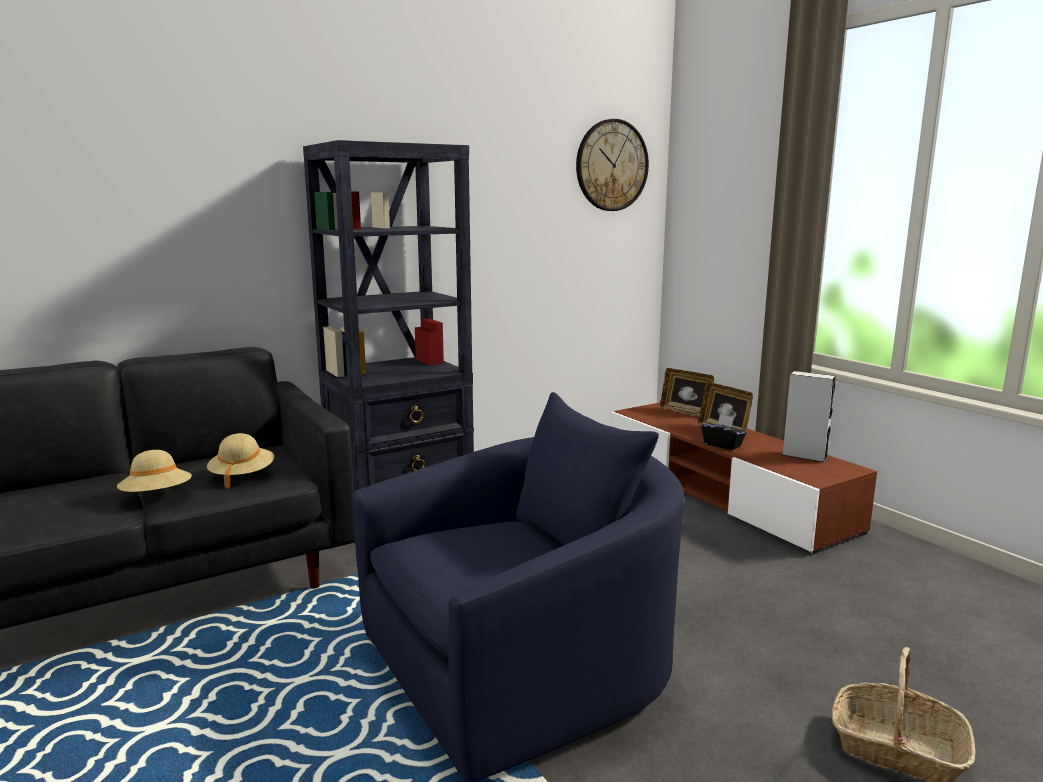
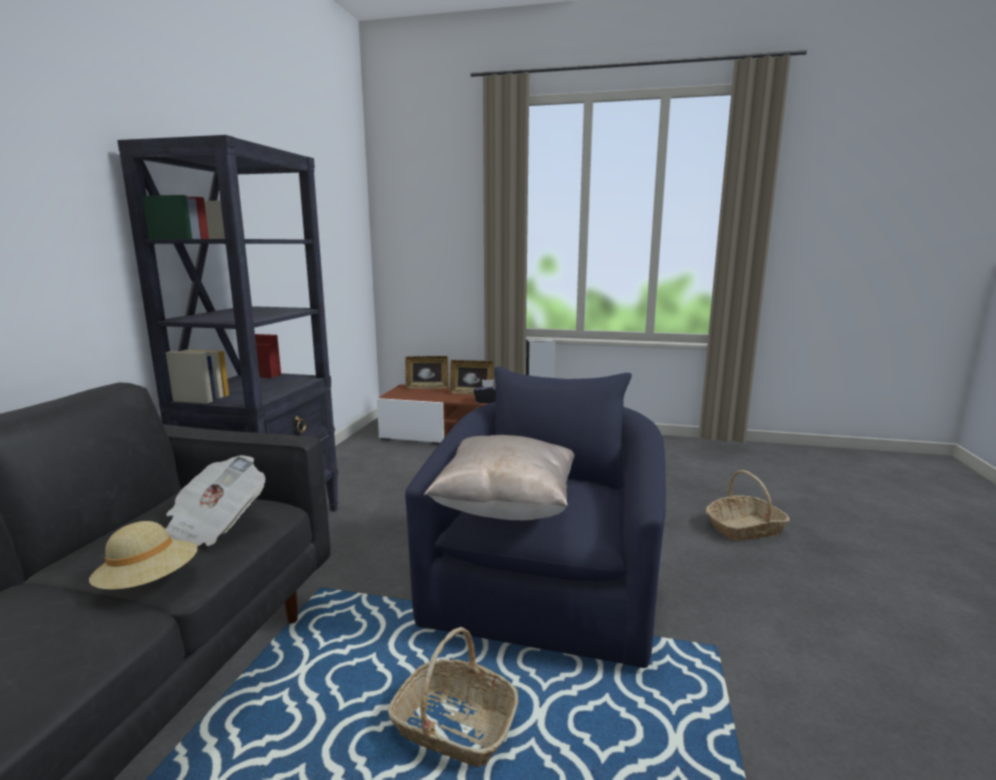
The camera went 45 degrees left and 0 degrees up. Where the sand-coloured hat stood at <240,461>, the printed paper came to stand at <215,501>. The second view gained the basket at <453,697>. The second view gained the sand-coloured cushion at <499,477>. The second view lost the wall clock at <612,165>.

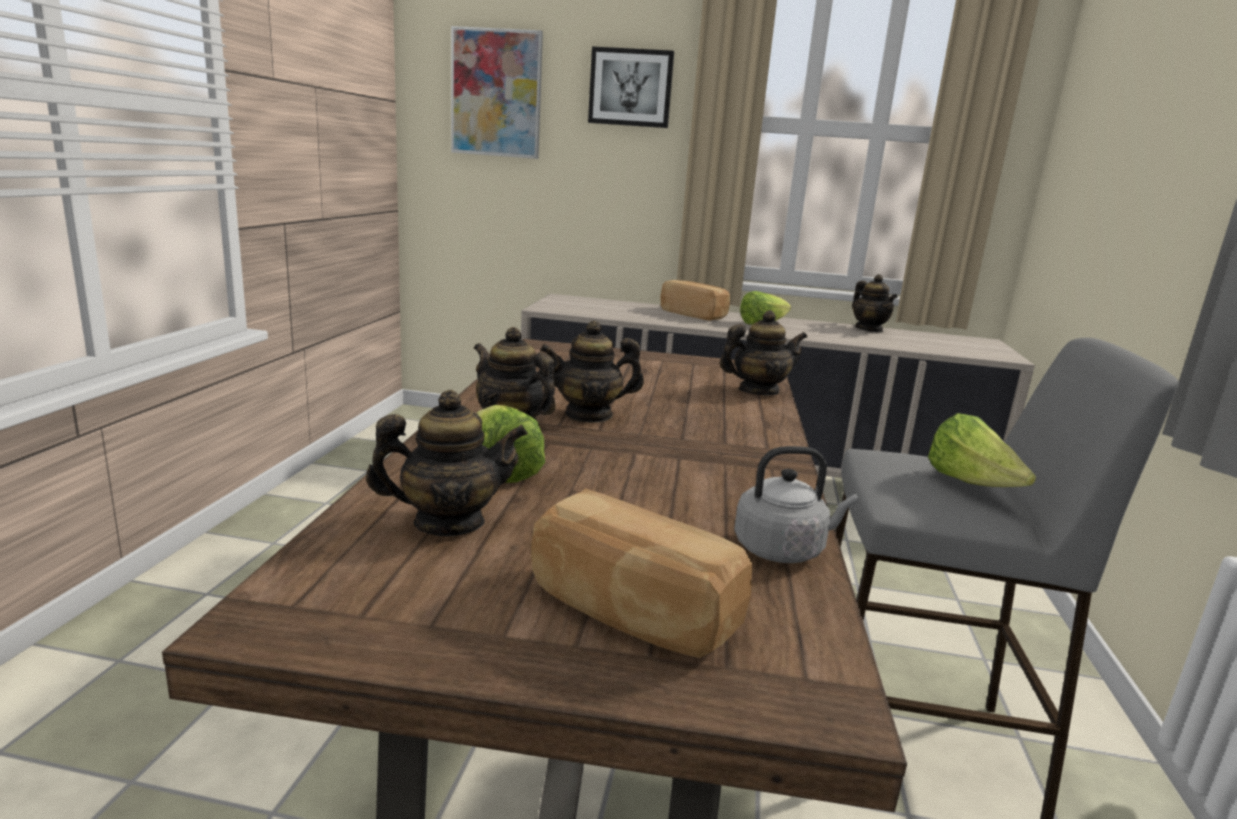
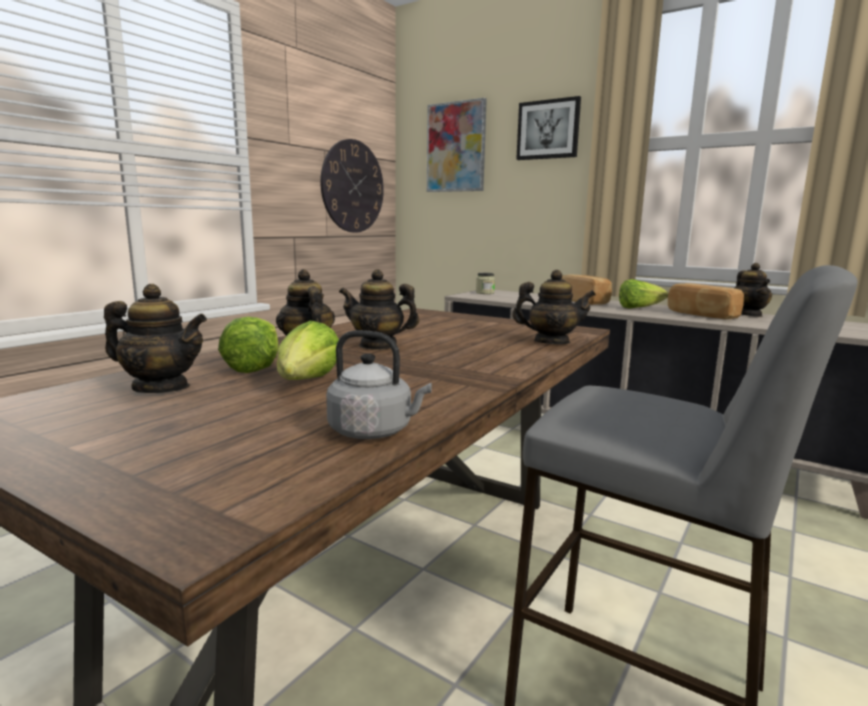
The camera went 25 degrees right and 5 degrees down. The lettuce head ended up elsewhere, having gone from <982,450> to <308,350>. The second view gained the wall clock at <352,186>. The second view gained the storage jar at <485,283>. The baked bread ended up elsewhere, having gone from <641,573> to <706,301>.

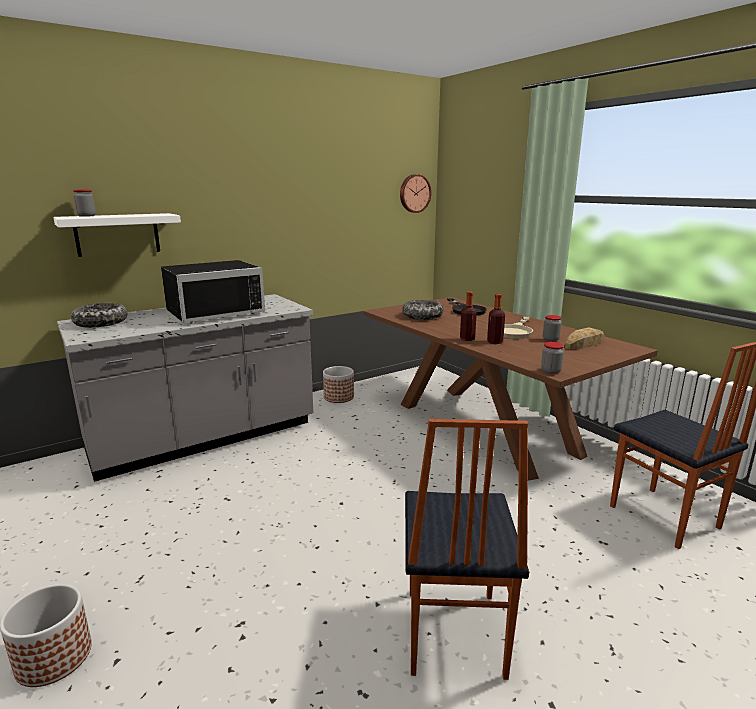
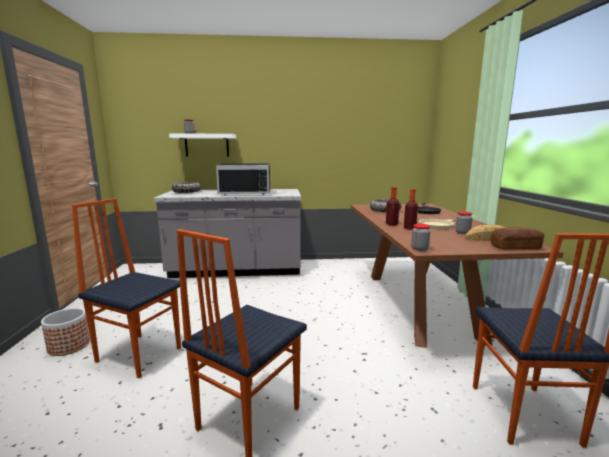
The camera went 30 degrees right and 5 degrees down. The second view gained the chair at <126,288>. The second view gained the baked bread at <517,238>. The second view lost the flower pot at <338,384>. The second view lost the wall clock at <416,193>.

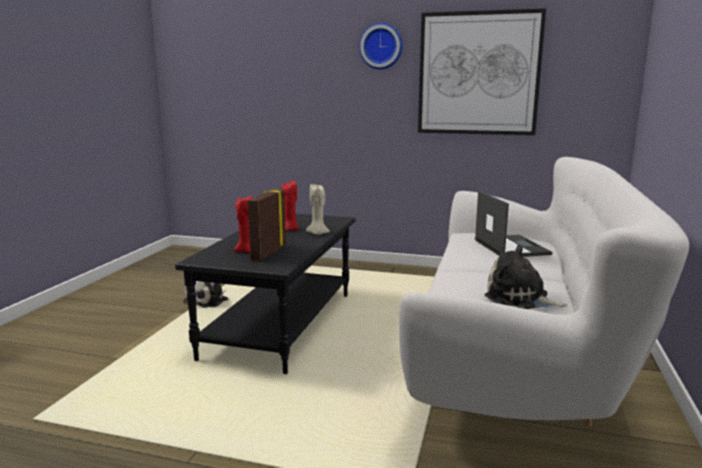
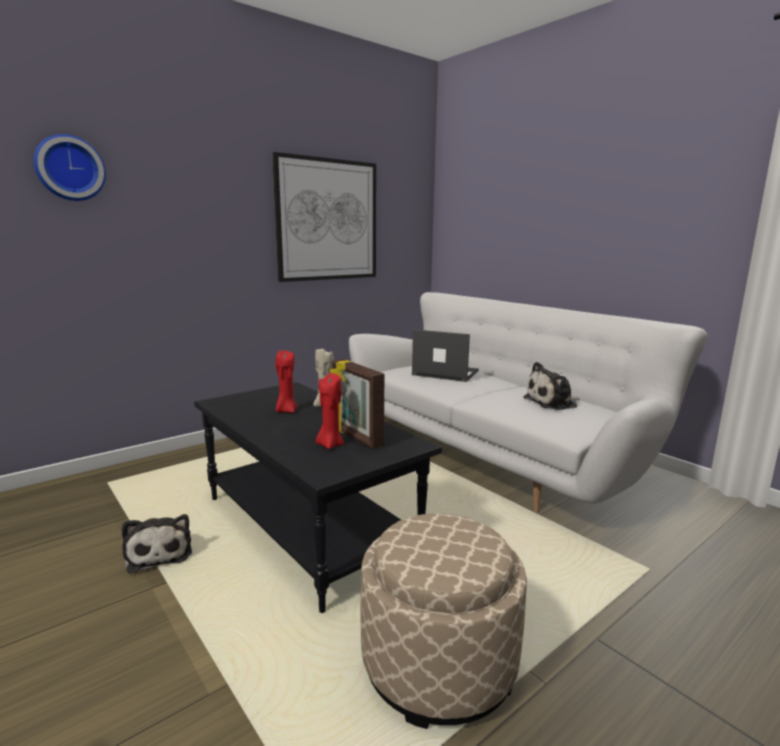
The camera went 55 degrees left and 0 degrees up. The wall clock ended up elsewhere, having gone from <381,46> to <69,167>. The second view gained the sand-coloured pouffe at <443,621>.

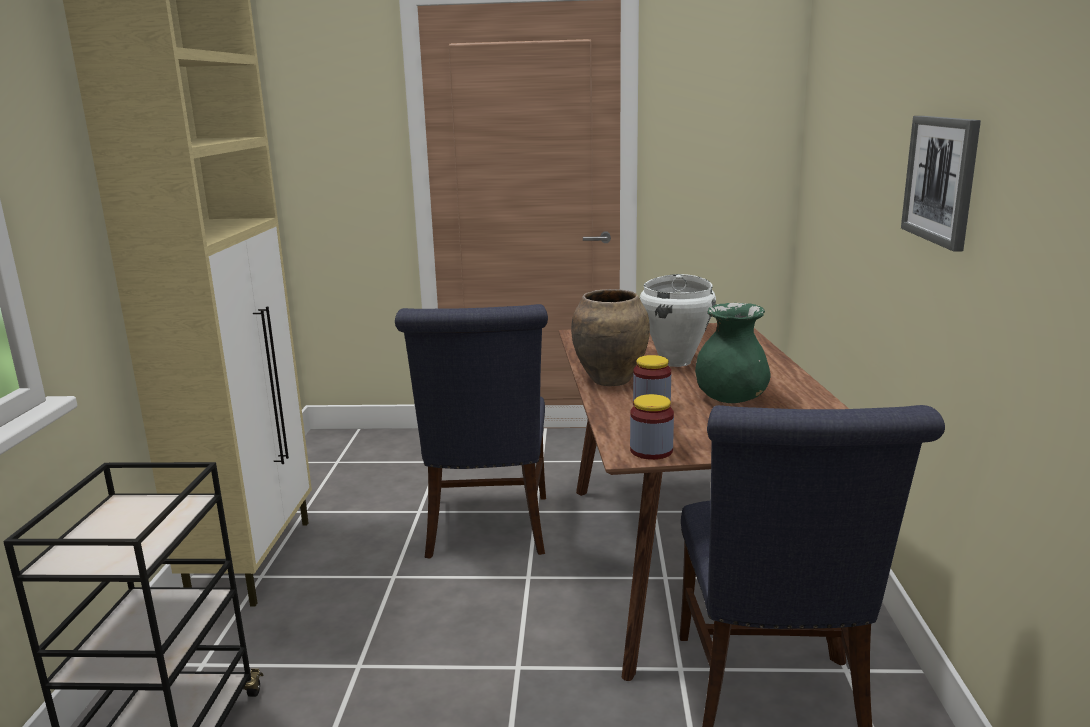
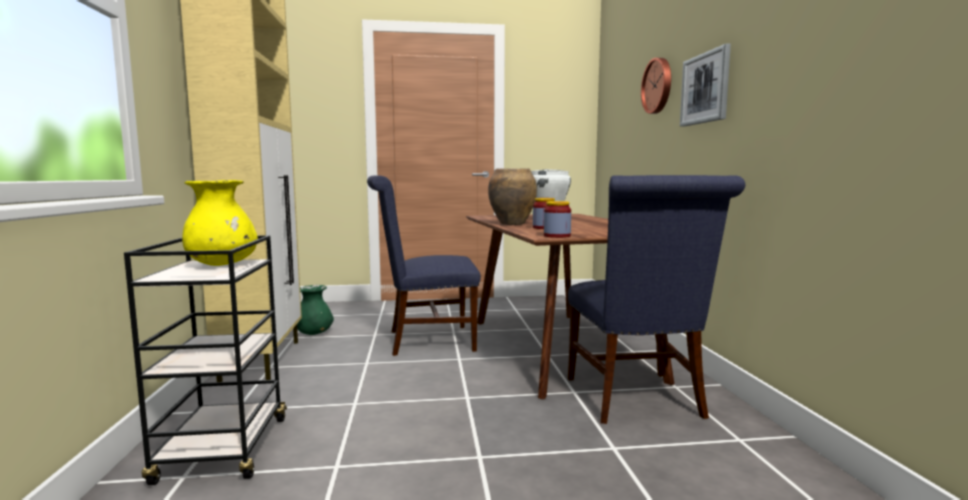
The camera went 10 degrees left and 10 degrees down. The second view gained the yellow flower vase at <220,223>. The green-coloured flower vase ended up elsewhere, having gone from <733,353> to <315,310>. The blue-coloured chair at <471,431> ended up facing another way, 90 degrees clockwise from before. The second view gained the wall clock at <656,86>.

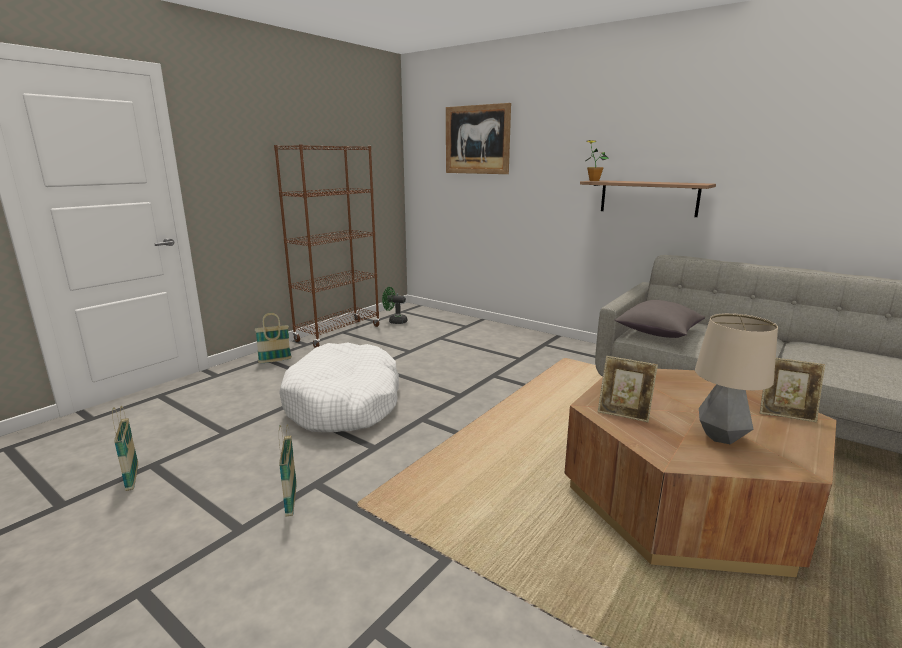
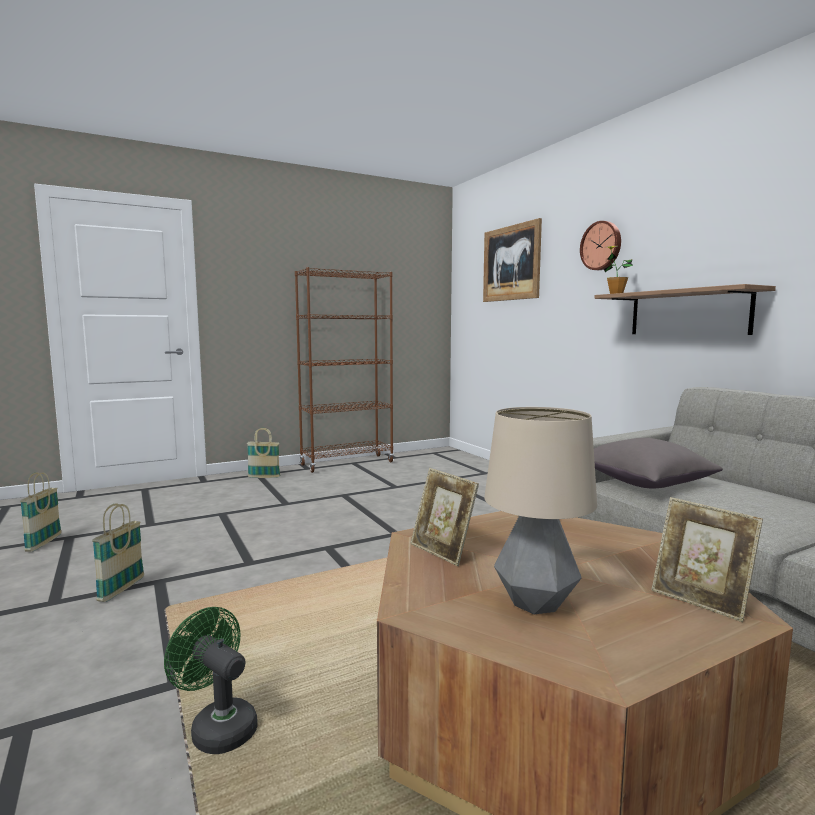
The camera went 25 degrees right and 10 degrees down. The green-coloured electric fan ended up elsewhere, having gone from <394,305> to <211,680>. The second view gained the wall clock at <600,245>. The second view lost the white dog bed at <339,388>.

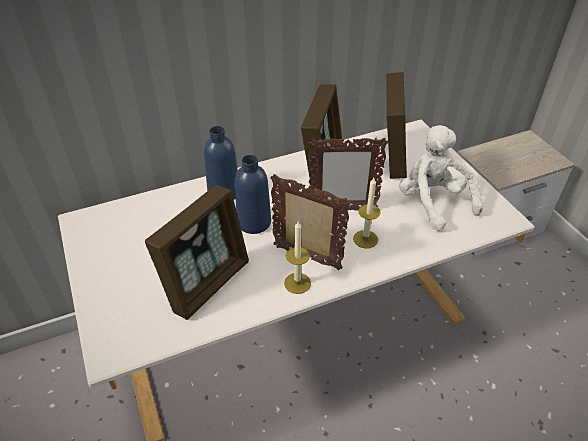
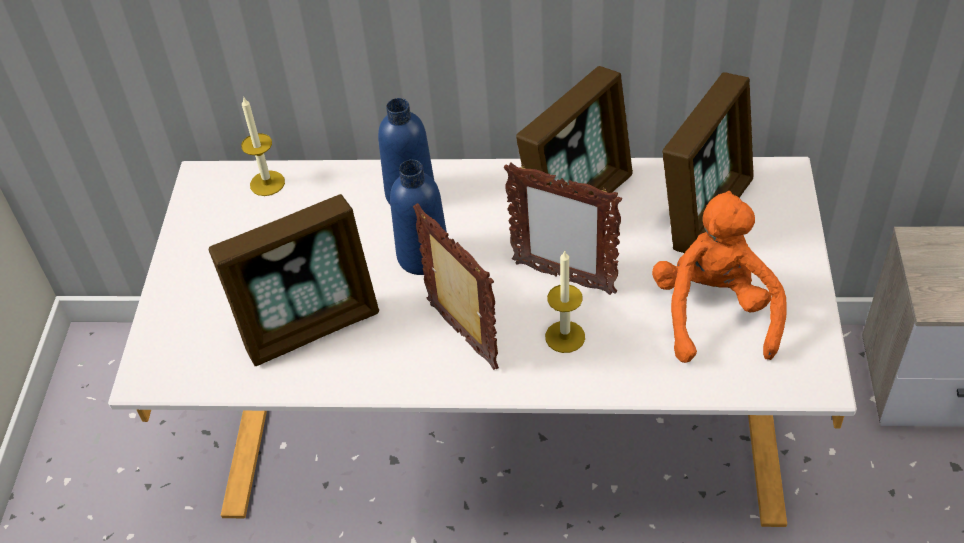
The camera went 30 degrees right and 5 degrees up. The wax candle ended up elsewhere, having gone from <297,257> to <263,146>. What was the white soft toy at <441,178> turned into the orangey soft toy at <719,277>.

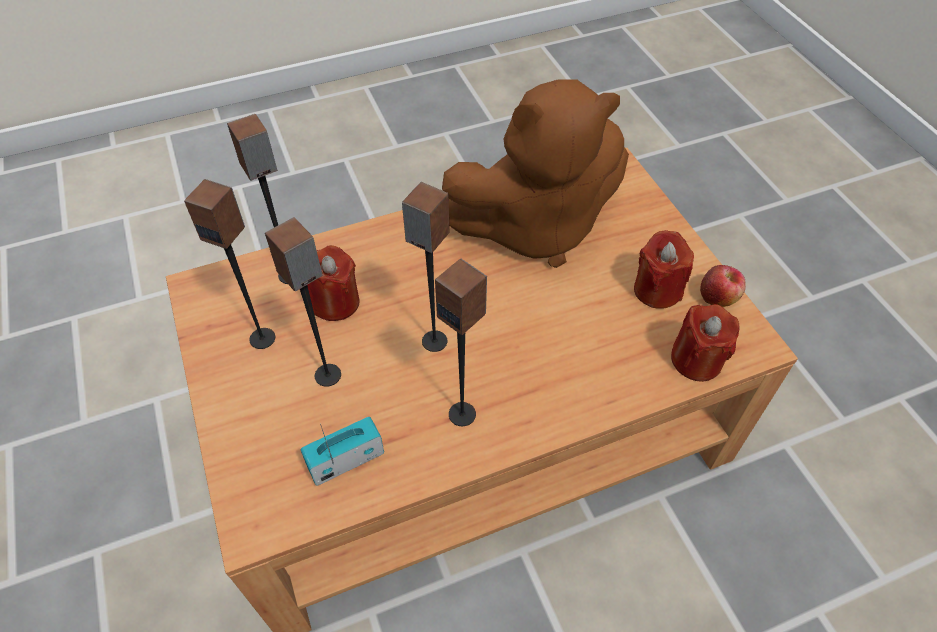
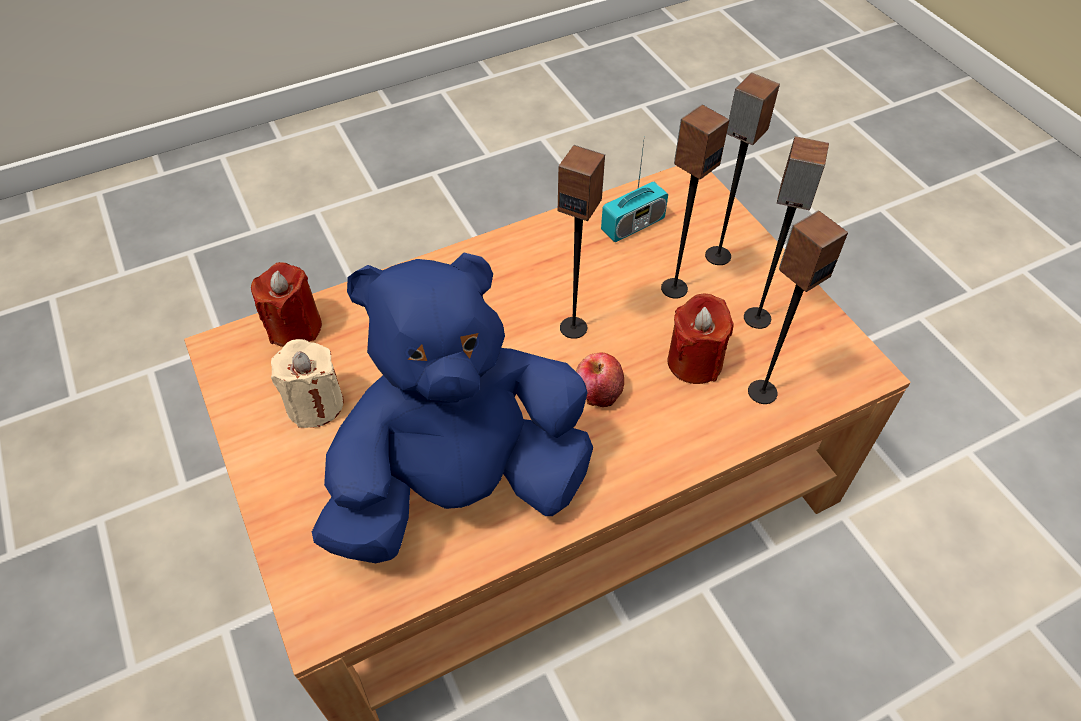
The camera went 175 degrees right and 0 degrees up. What was the red-coloured wax candle at <664,269> turned into the sand-coloured wax candle at <307,383>. What was the brownish soft toy at <535,173> turned into the blue-coloured soft toy at <452,408>. The apple fruit ended up elsewhere, having gone from <723,286> to <600,379>. The audio speaker ended up elsewhere, having gone from <461,342> to <742,169>.

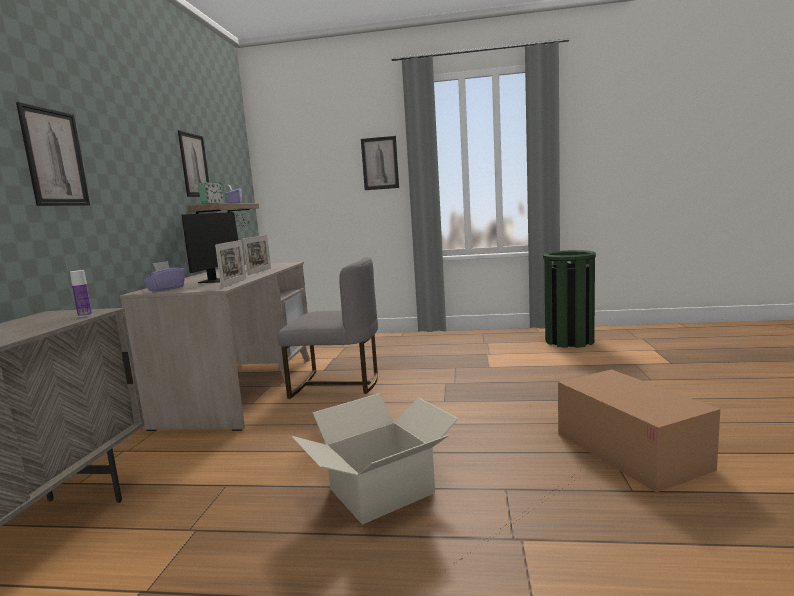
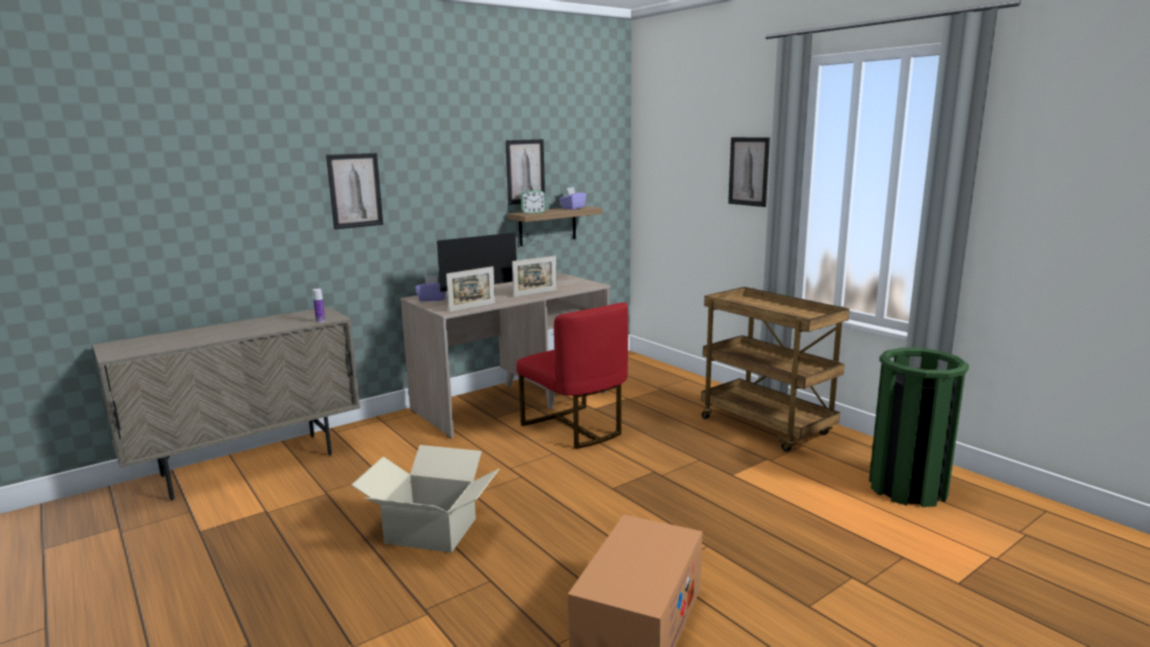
The camera went 45 degrees right and 5 degrees up. What was the greyish chair at <328,328> turned into the red-coloured chair at <572,375>. The second view gained the brownish trolley at <775,369>.

